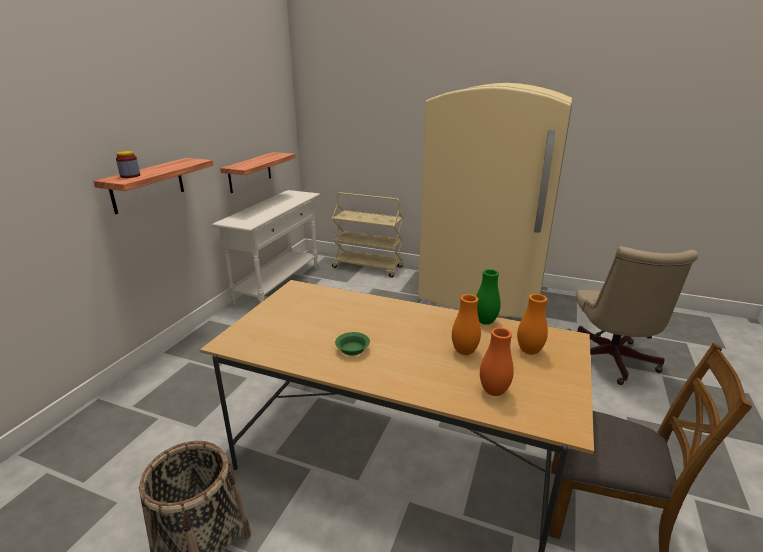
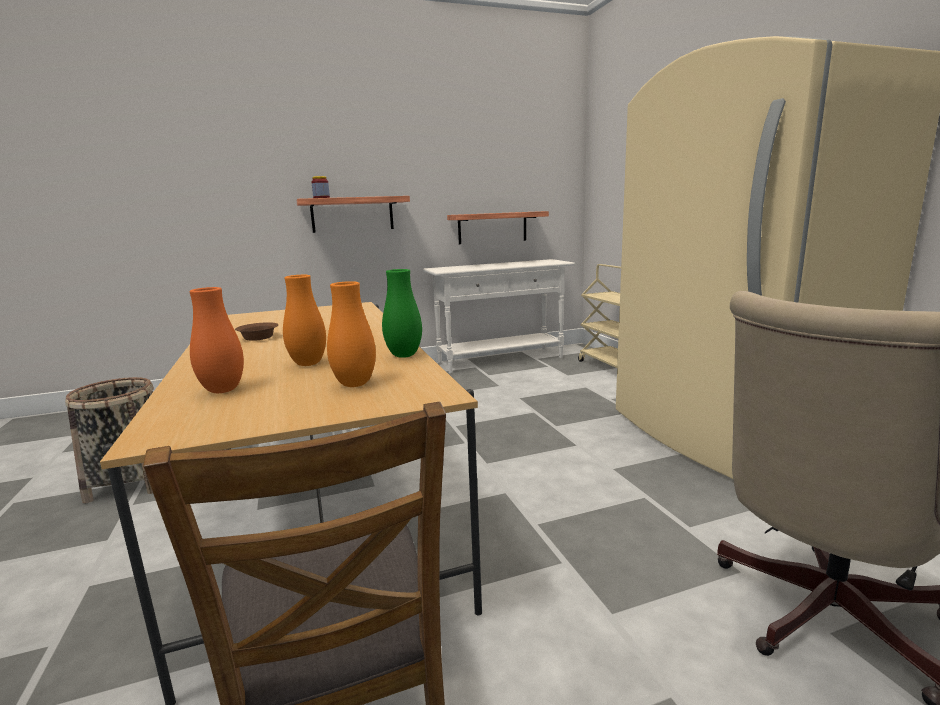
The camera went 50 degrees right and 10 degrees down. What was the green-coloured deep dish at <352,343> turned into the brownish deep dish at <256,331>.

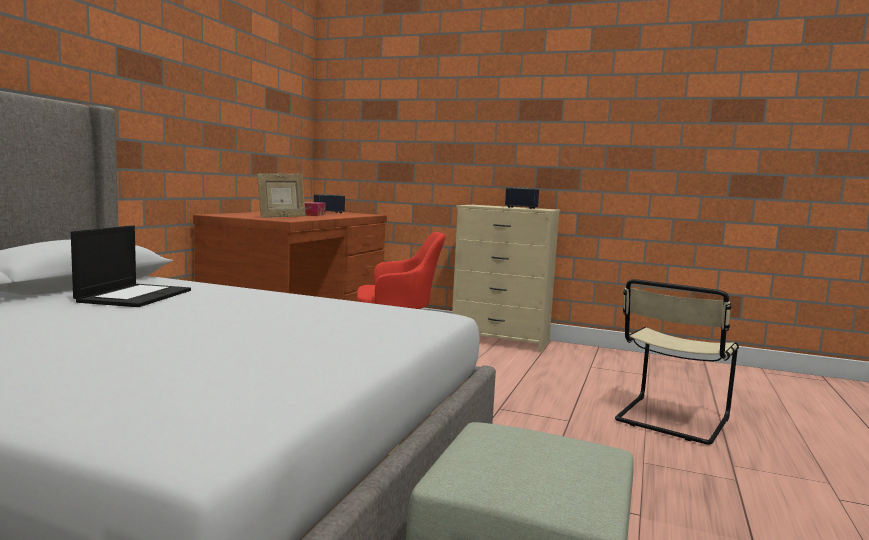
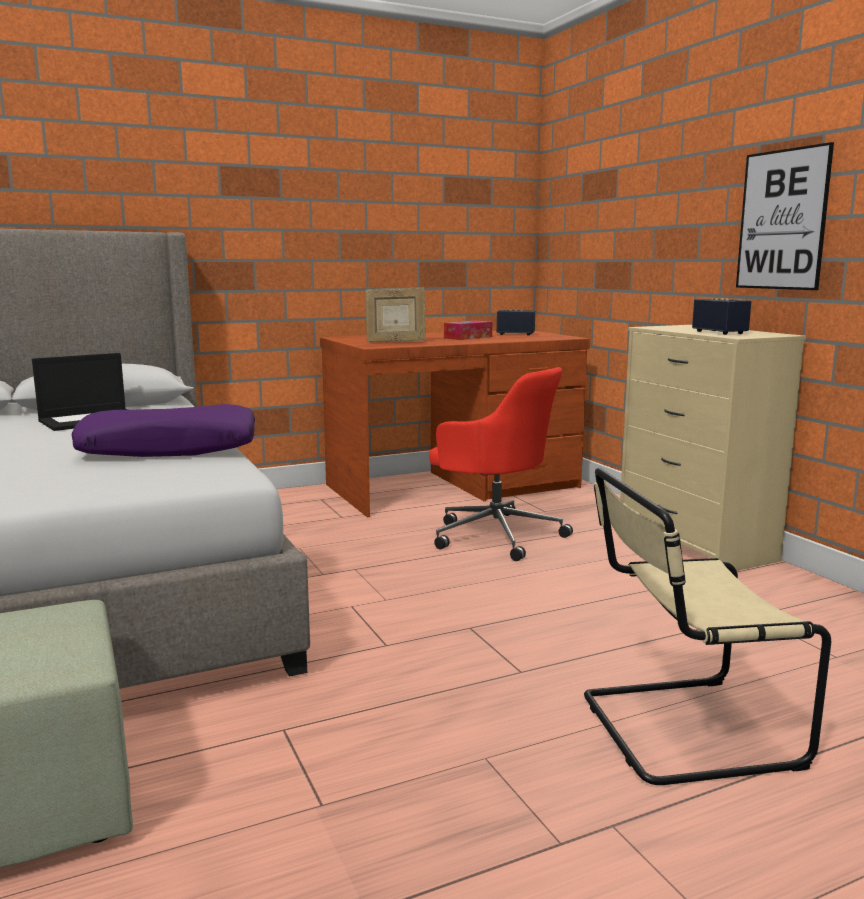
The camera went 45 degrees right and 5 degrees up. The second view gained the purple cushion at <163,430>. The second view gained the wall art at <785,216>.

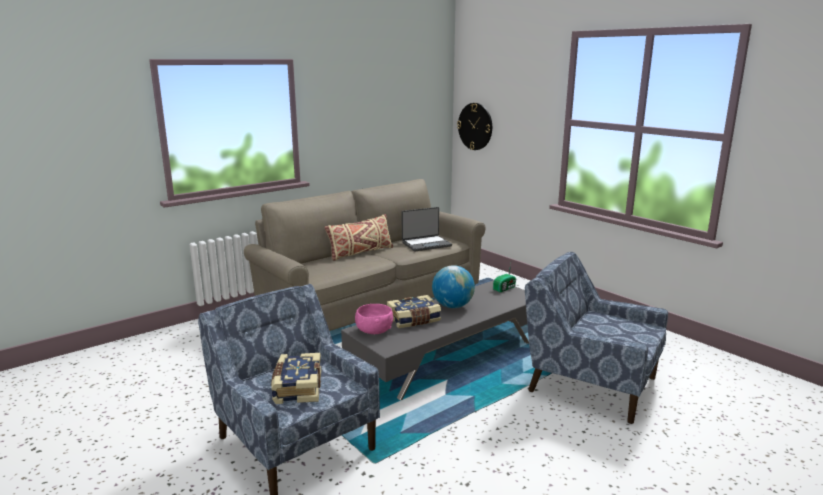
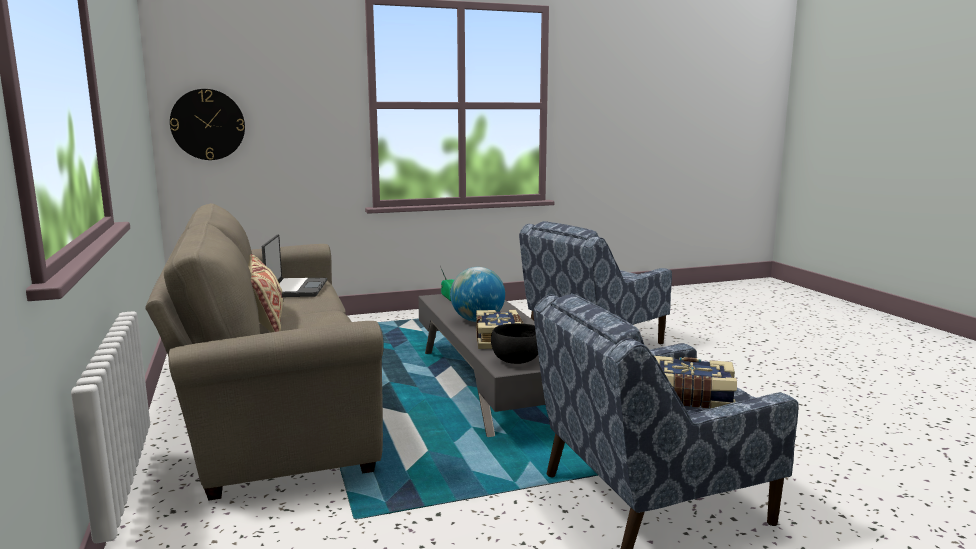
The camera went 70 degrees left and 5 degrees down. What was the pink deep dish at <374,319> turned into the black deep dish at <514,343>.

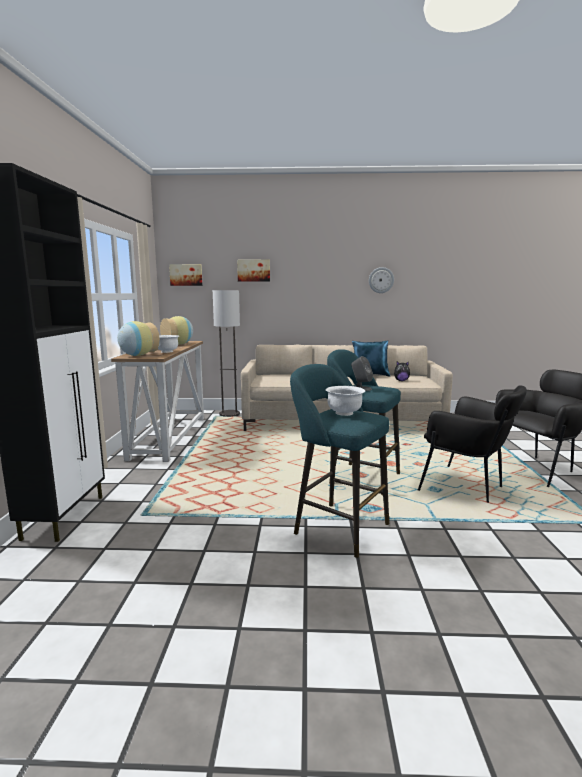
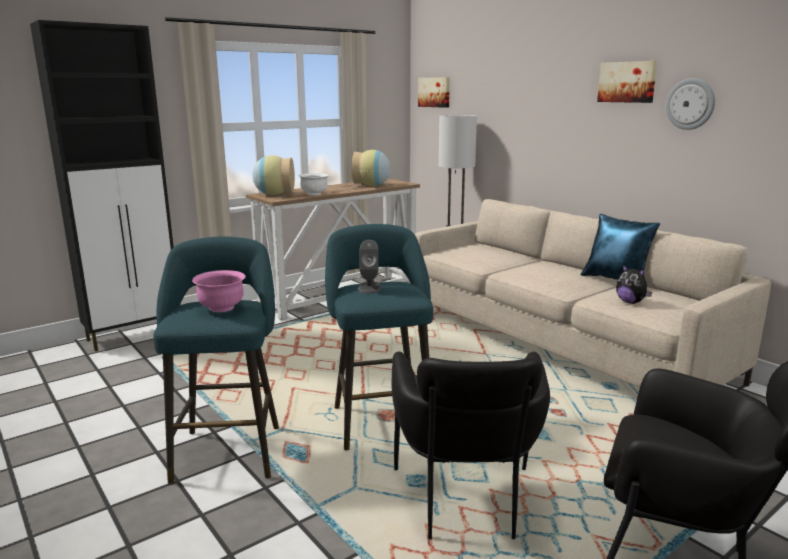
The camera went 50 degrees right and 5 degrees up. What was the white deep dish at <345,401> turned into the pink deep dish at <219,291>. The wall art ended up elsewhere, having gone from <253,271> to <627,82>.

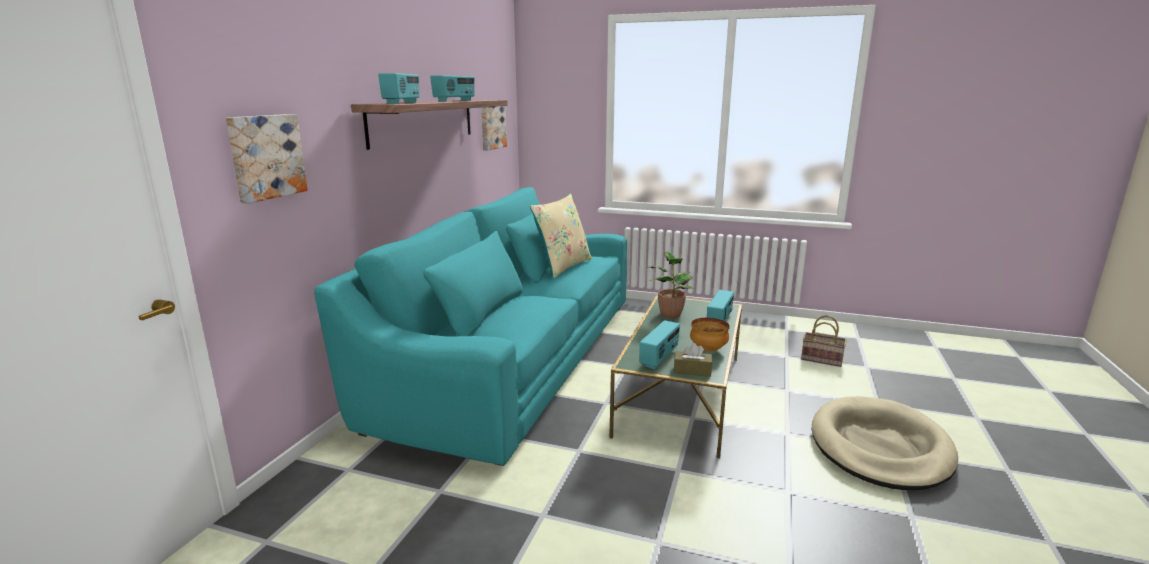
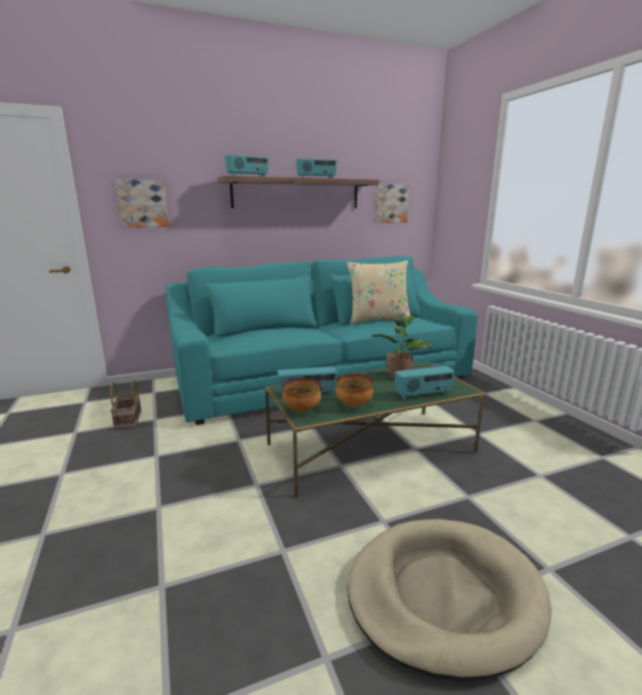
The camera went 50 degrees right and 0 degrees up. The basket ended up elsewhere, having gone from <824,341> to <125,405>. Where the brownish tissue holder stood at <693,360>, the deep dish came to stand at <302,395>.

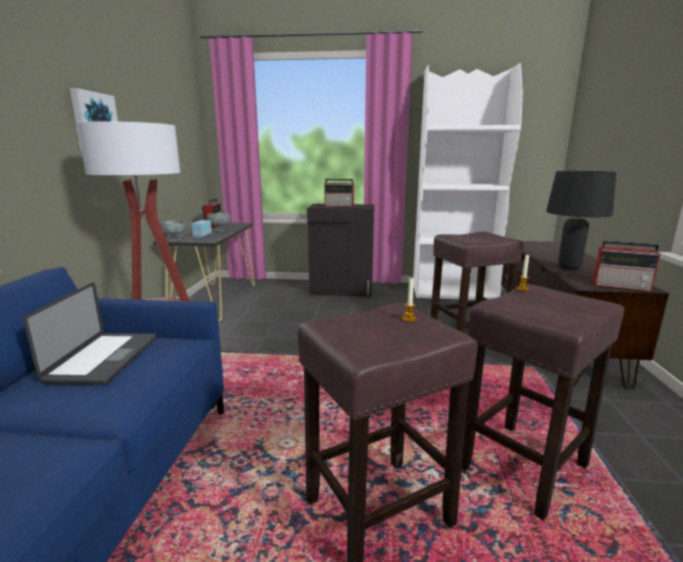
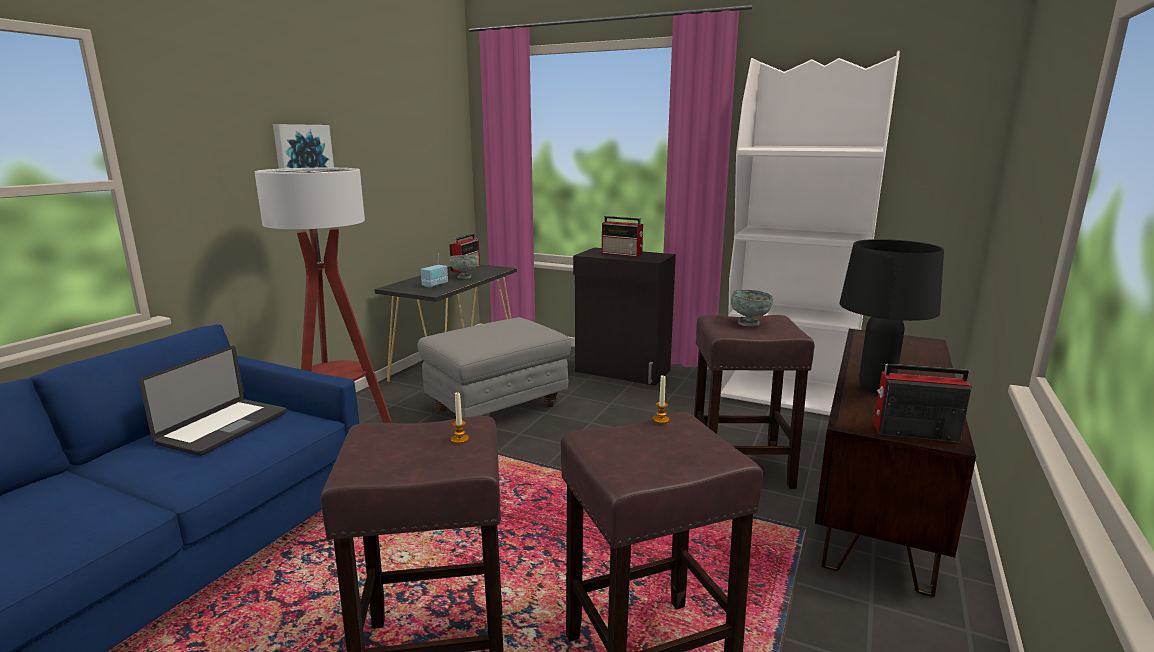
The camera went 20 degrees right and 0 degrees up. The second view gained the greyish pouffe at <494,367>. The greyish deep dish ended up elsewhere, having gone from <173,230> to <752,307>. The radio set at <626,266> ended up facing another way, 150 degrees clockwise from before.

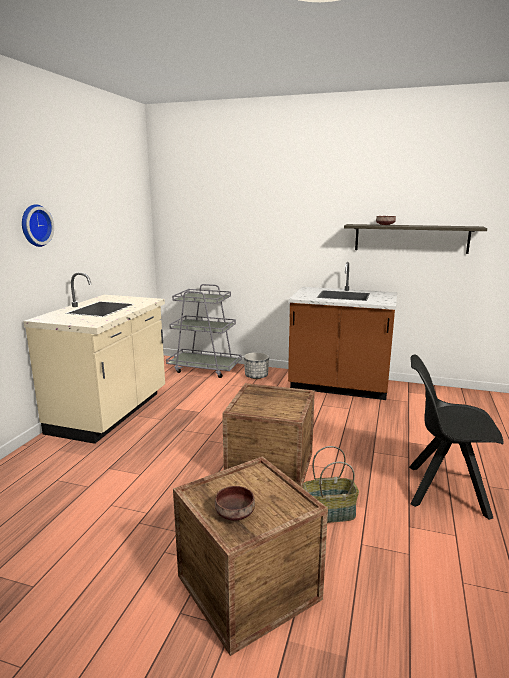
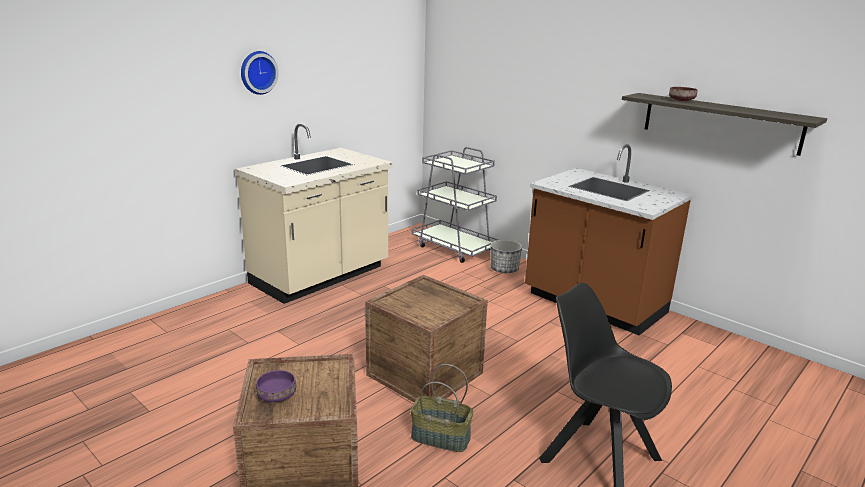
The camera went 25 degrees right and 5 degrees up. What was the brownish deep dish at <235,503> turned into the purple deep dish at <276,386>.

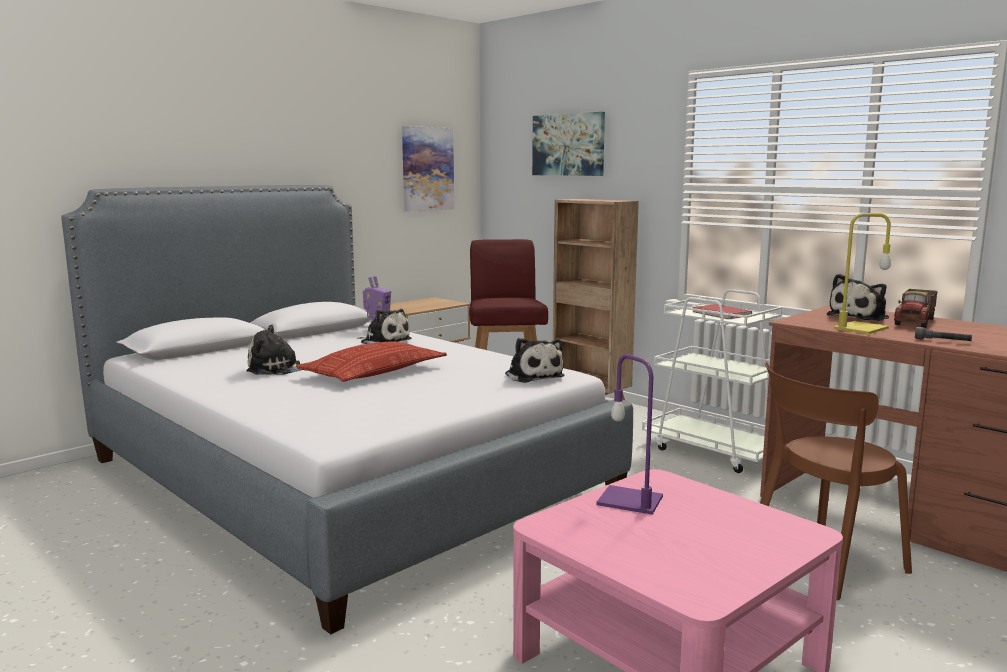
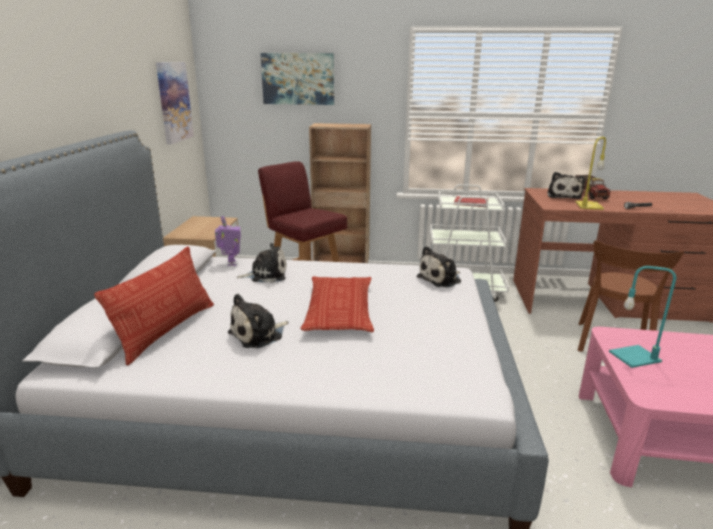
The camera went 40 degrees left and 10 degrees up. The second view gained the cushion at <154,306>. The soft toy at <534,360> ended up facing another way, 120 degrees clockwise from before. What was the purple table lamp at <629,434> turned into the blue-green table lamp at <642,317>.

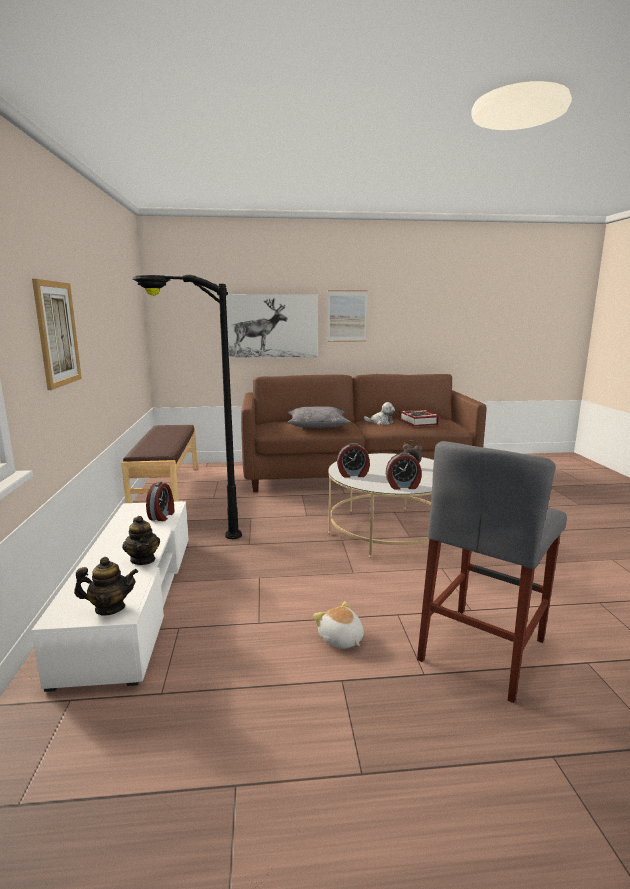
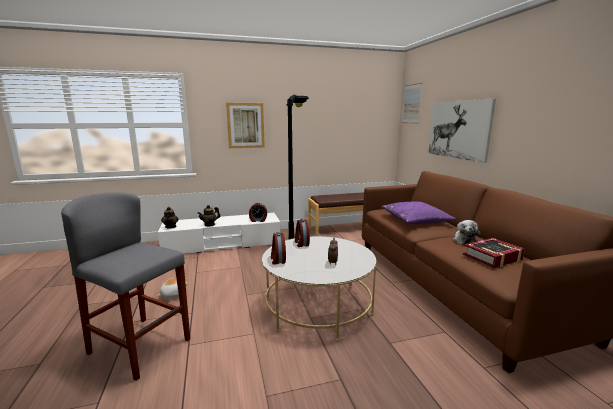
The camera went 80 degrees right and 0 degrees up. What was the greyish cushion at <318,417> turned into the purple cushion at <418,213>. The wall art ended up elsewhere, having gone from <348,316> to <412,103>.

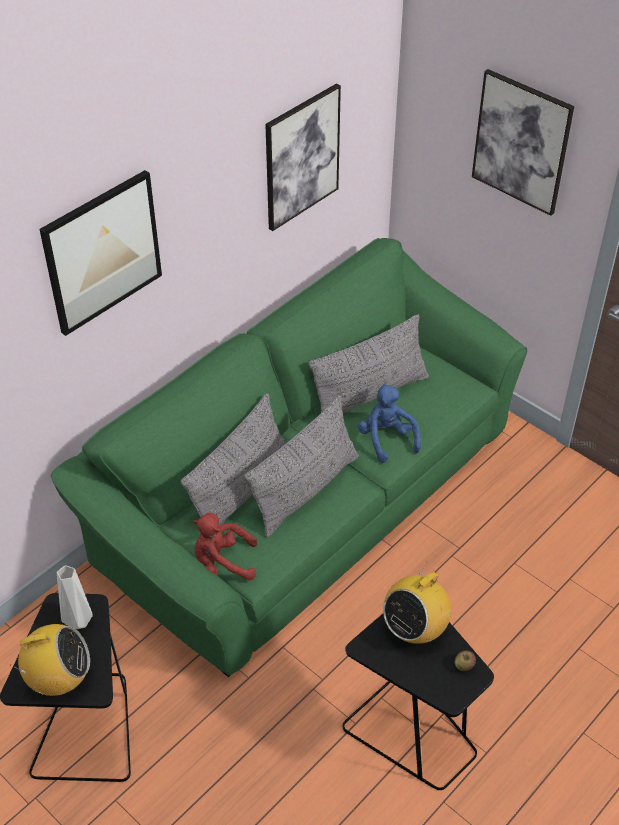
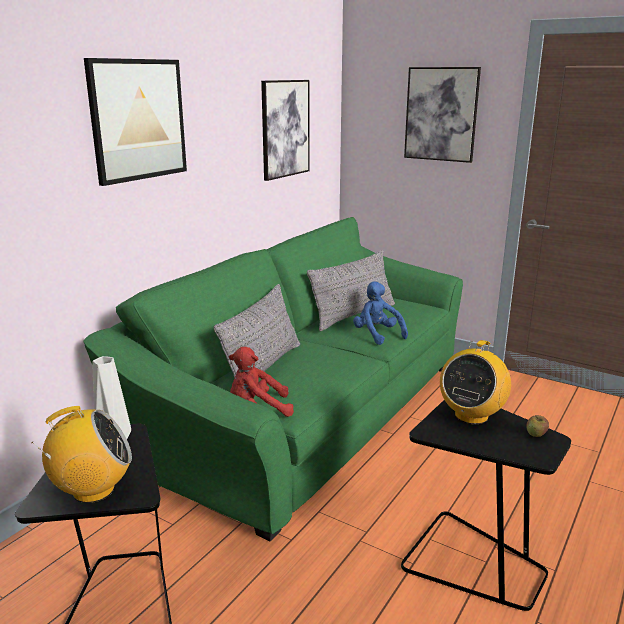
The camera went 10 degrees left and 25 degrees down. The second view lost the greyish cushion at <301,467>.

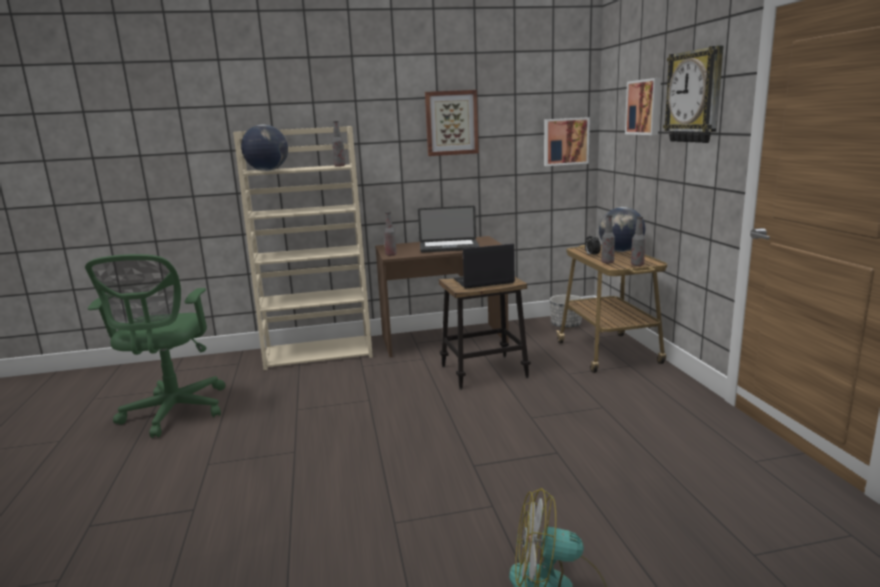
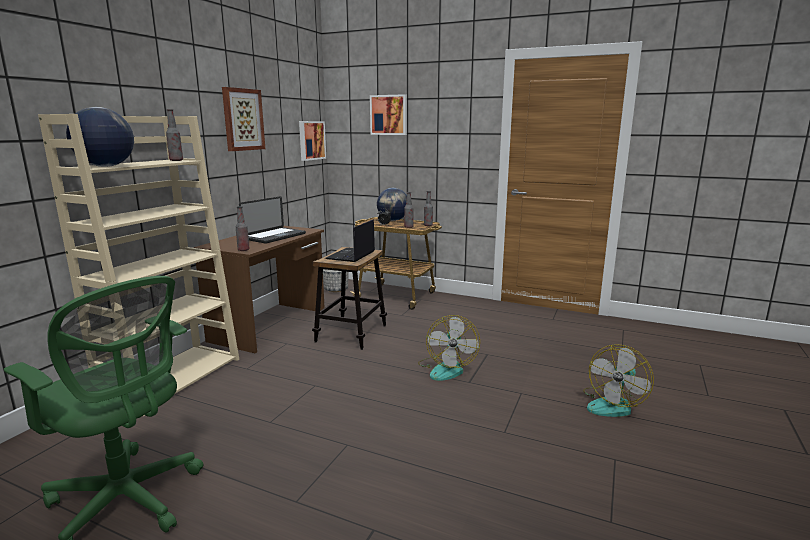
The camera went 55 degrees left and 0 degrees up. The second view gained the electric fan at <449,348>. The second view lost the wall clock at <693,94>.

